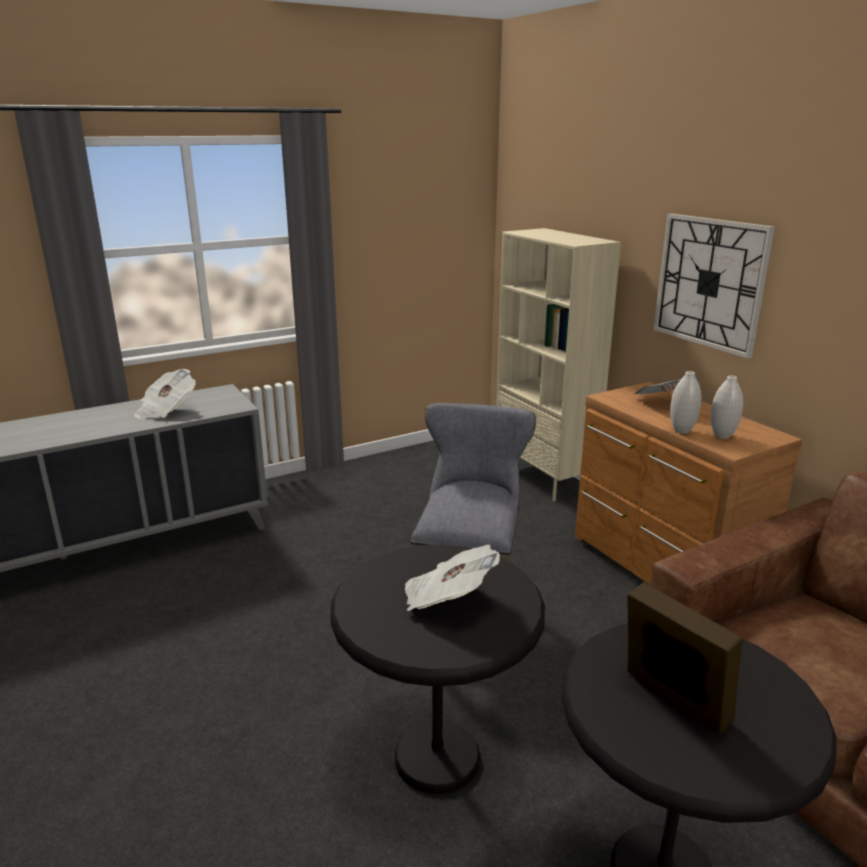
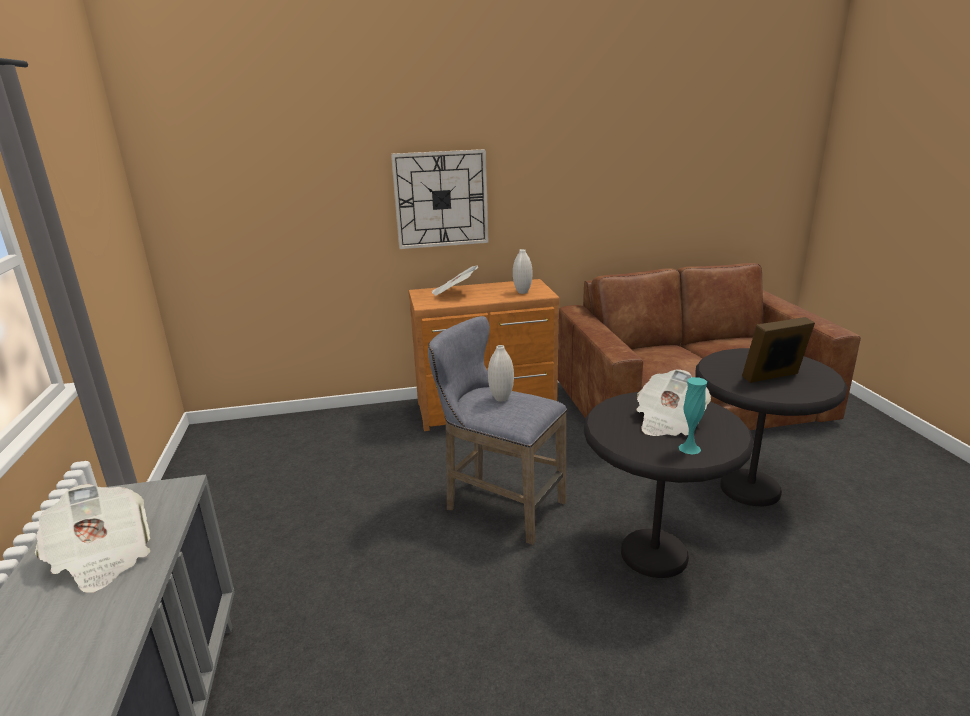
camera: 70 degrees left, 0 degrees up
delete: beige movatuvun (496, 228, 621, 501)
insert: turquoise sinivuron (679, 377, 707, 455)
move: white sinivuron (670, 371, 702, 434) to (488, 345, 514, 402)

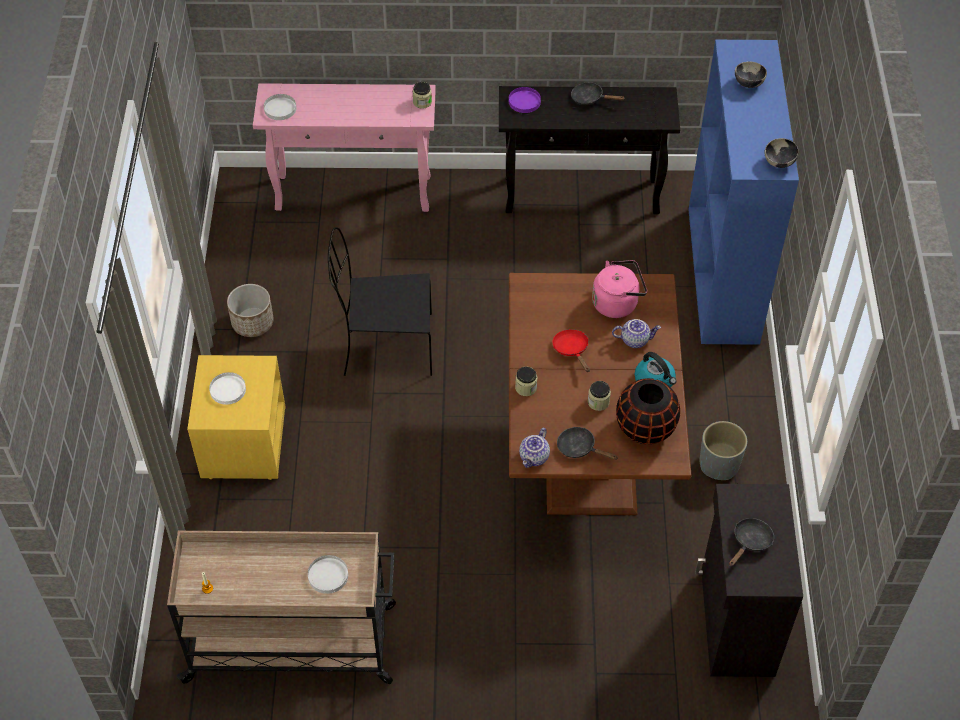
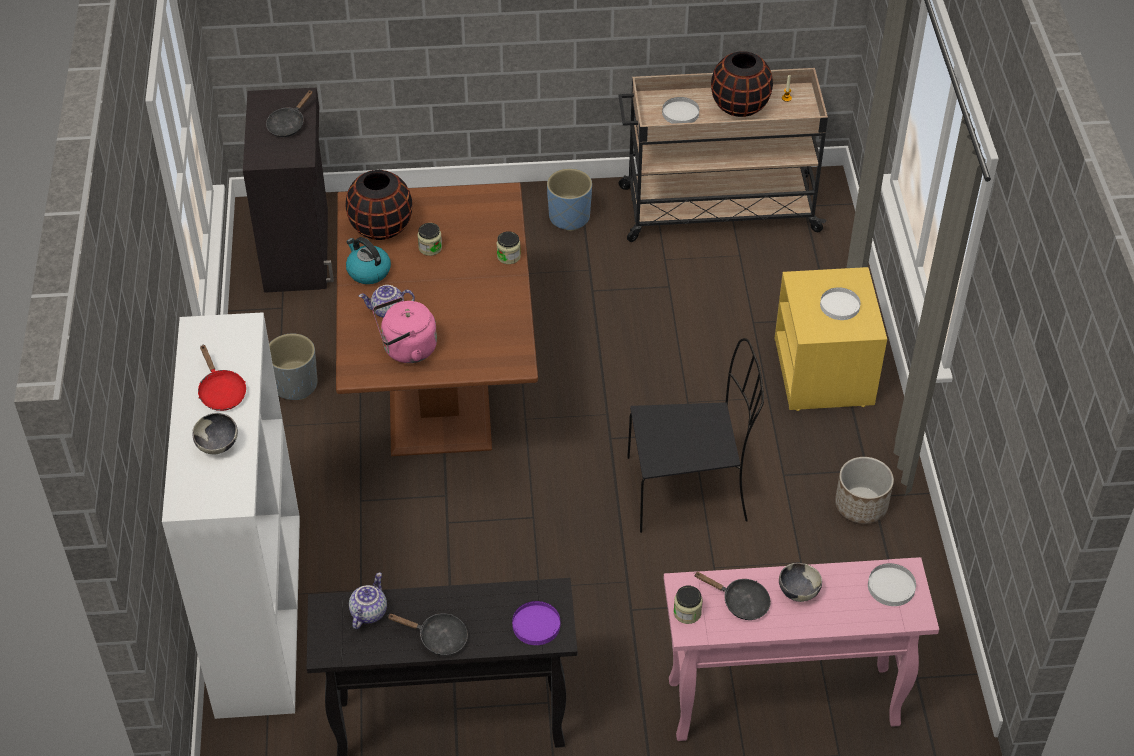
camera: 175 degrees right, 5 degrees down
insert: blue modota (547, 168, 592, 231); black sinivuron (711, 51, 773, 117)
move: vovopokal (519, 428, 550, 468) to (349, 572, 387, 629); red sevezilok (553, 329, 590, 372) to (198, 344, 246, 411); black sevezilok (557, 427, 618, 460) to (694, 572, 771, 620); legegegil (765, 138, 799, 168) to (779, 563, 822, 602)
recolor: blue movatuvun (688, 40, 799, 345) to white movatuvun (162, 312, 300, 719)

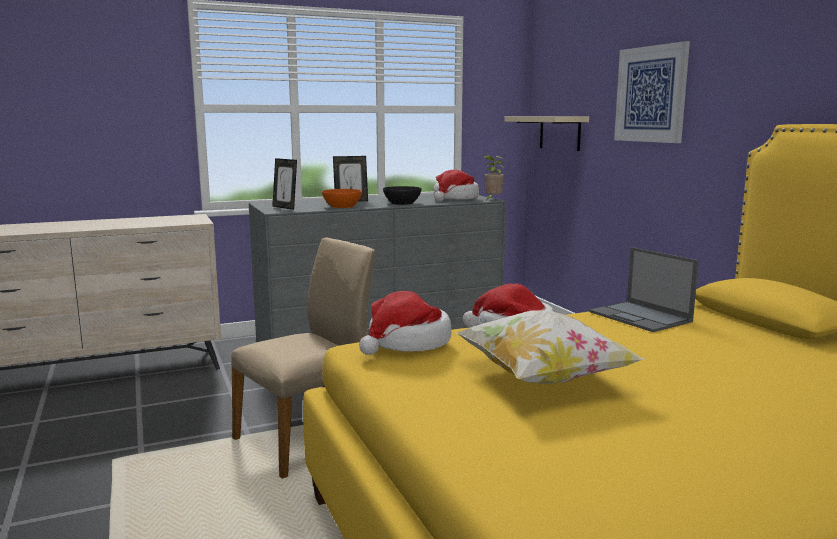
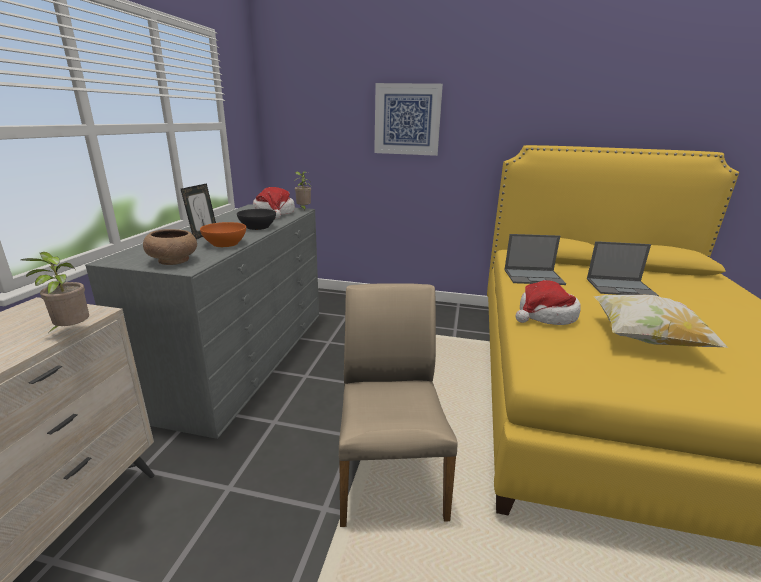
camera: 55 degrees left, 10 degrees up
delete: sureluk (359, 291, 452, 355); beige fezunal (504, 116, 589, 151)
insert: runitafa (21, 252, 89, 332); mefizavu (587, 241, 659, 296)
replace: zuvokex (272, 158, 297, 210) to brown legegegil (143, 229, 197, 265)

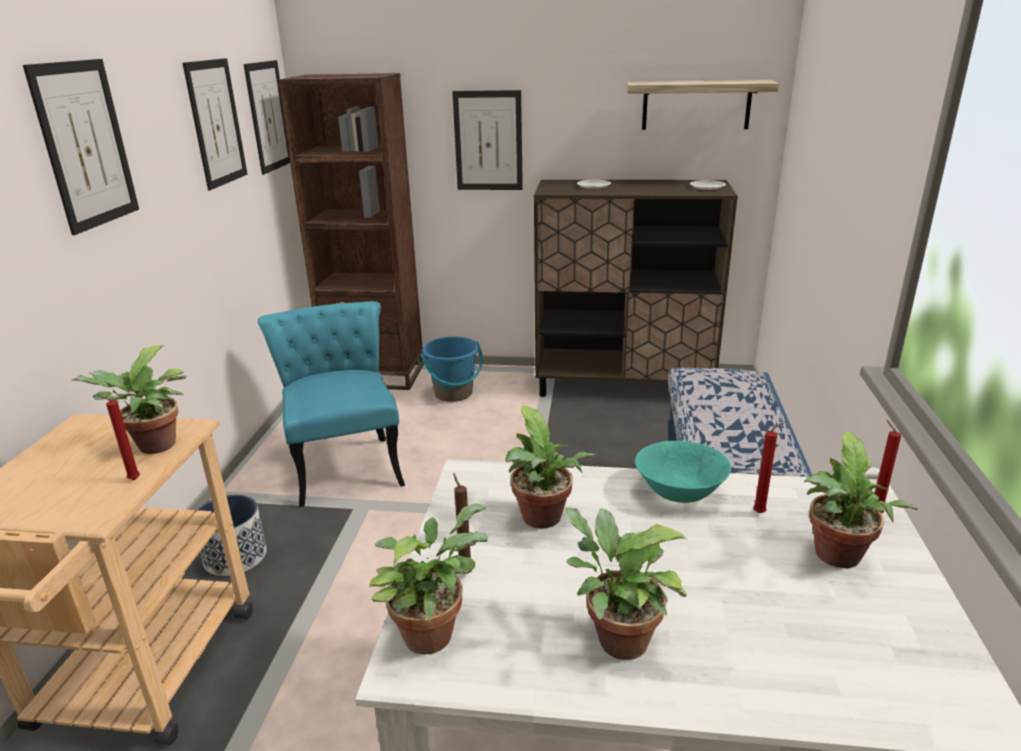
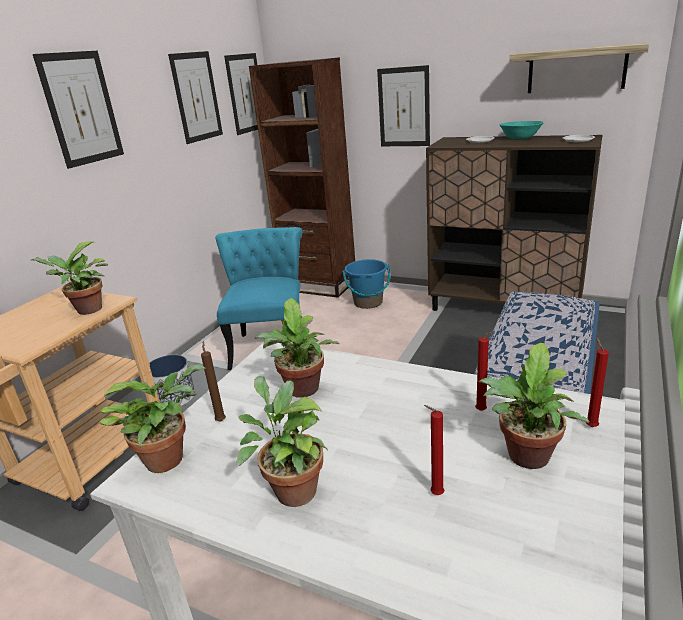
camera: 20 degrees right, 0 degrees up
move: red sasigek (97, 395, 140, 480) to (424, 405, 444, 495); turquoise legegegil (635, 441, 731, 503) to (499, 121, 543, 139)

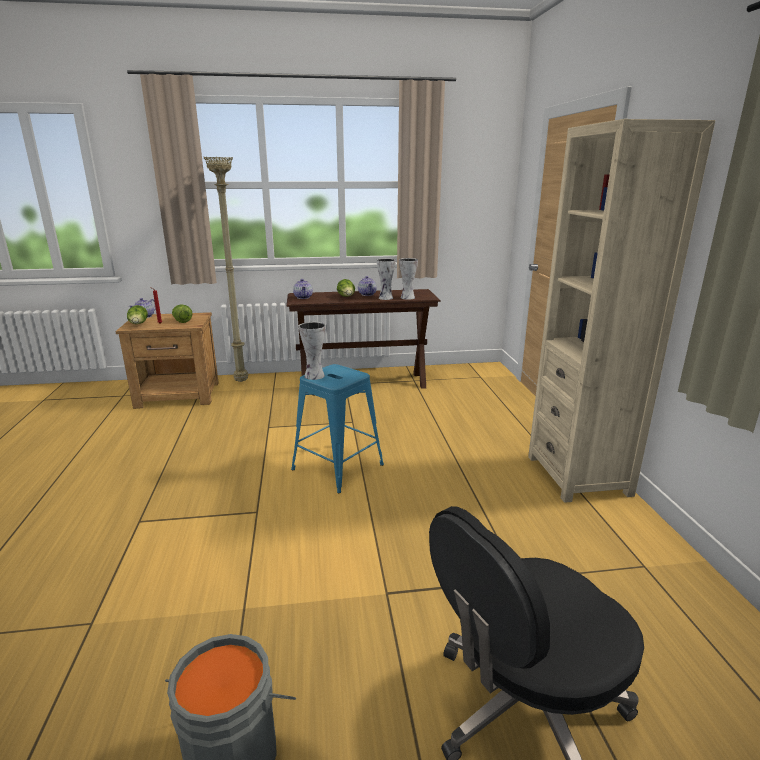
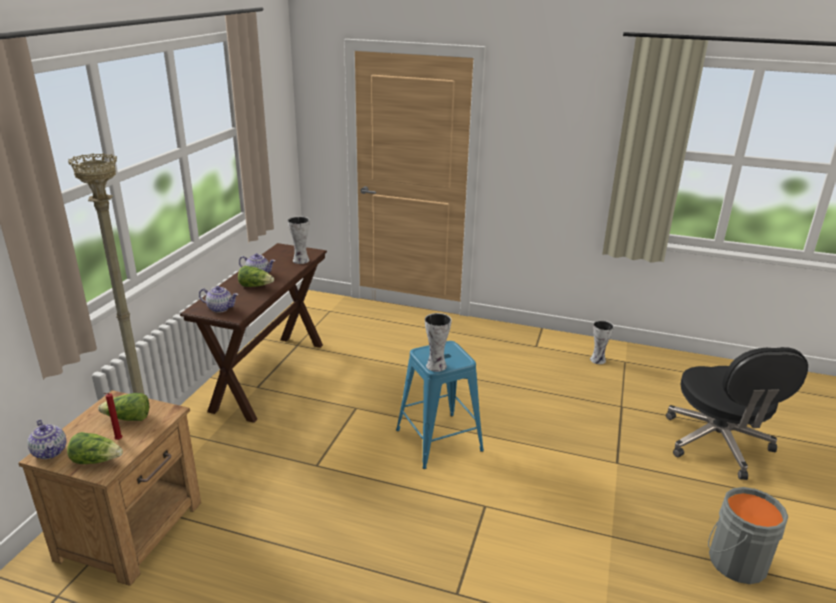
camera: 65 degrees left, 5 degrees up
delete: beige movatuvun (528, 119, 715, 503)
move: sinivuron (377, 258, 396, 300) to (590, 320, 614, 364)

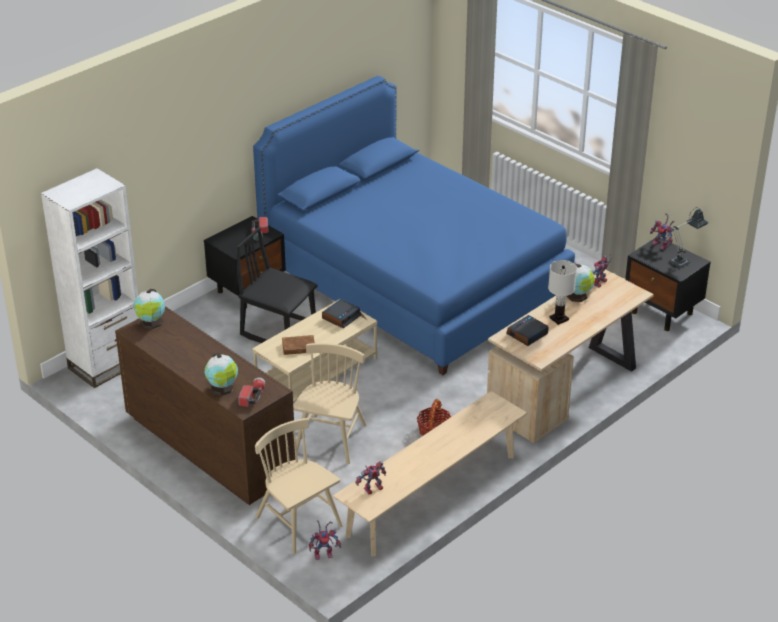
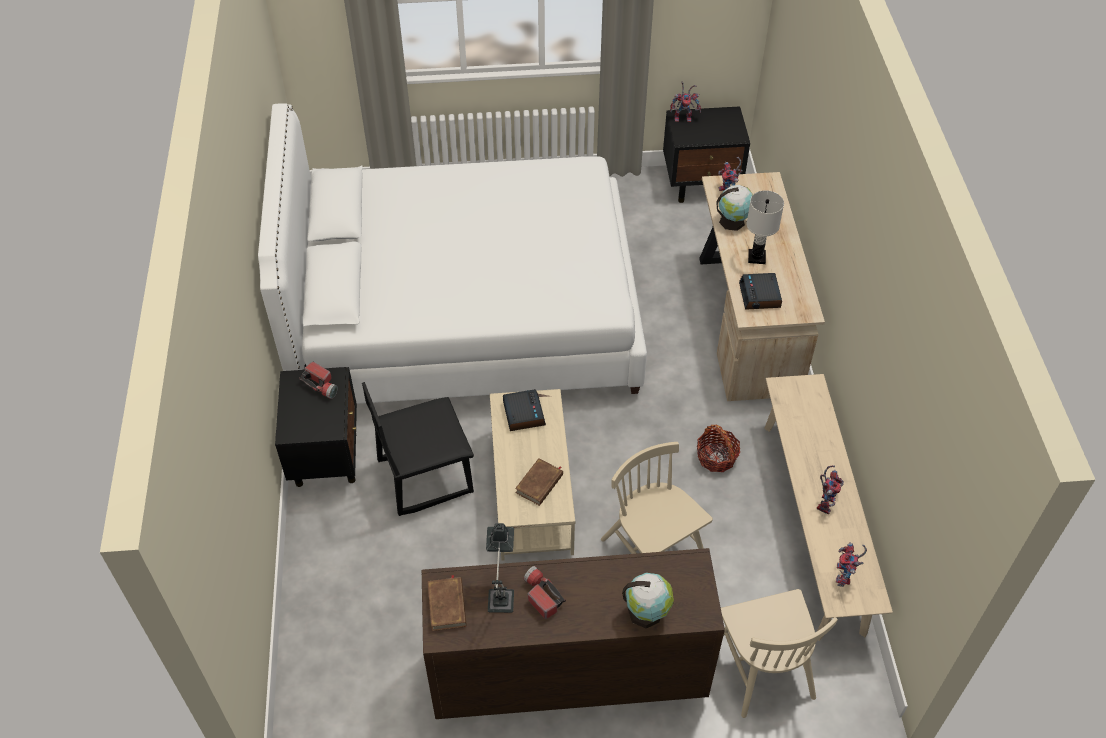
camera: 50 degrees left, 15 degrees up
delete: white movatuvun (41, 168, 139, 388)
move: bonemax (238, 377, 265, 407) to (524, 566, 566, 619); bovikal (309, 520, 341, 560) to (817, 465, 844, 515); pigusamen (669, 207, 708, 268) to (486, 523, 514, 613)
replace: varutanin (133, 289, 165, 330) to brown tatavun (428, 575, 467, 631)
recolor: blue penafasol (253, 76, 575, 375) to white penafasol (258, 103, 647, 404)
rotate: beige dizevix (255, 418, 343, 554) = (721, 589, 838, 718) 105 degrees counterclockwise

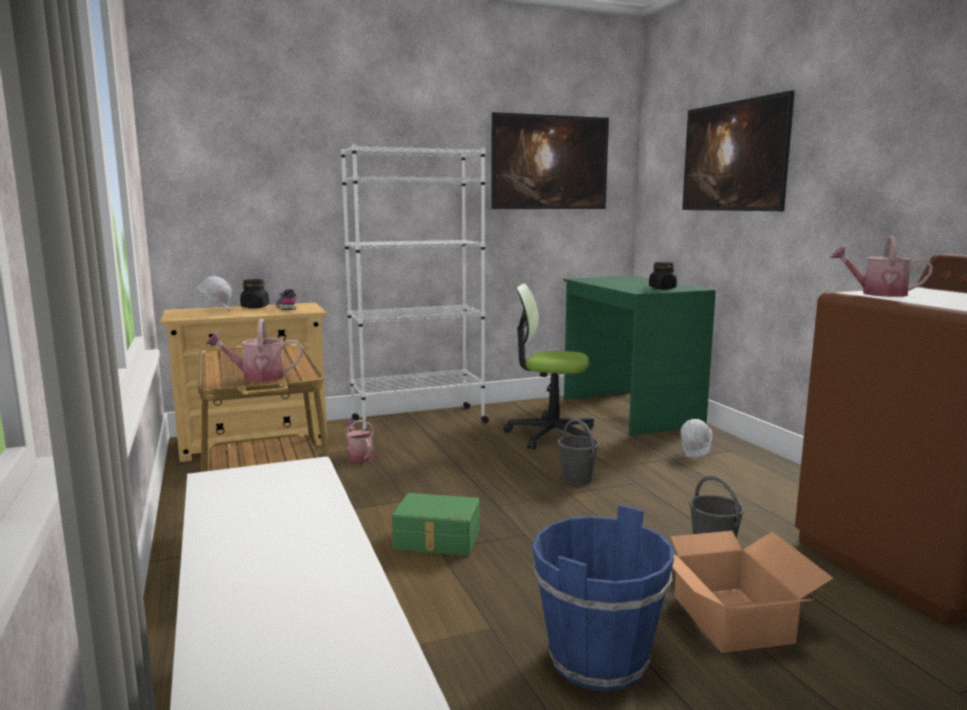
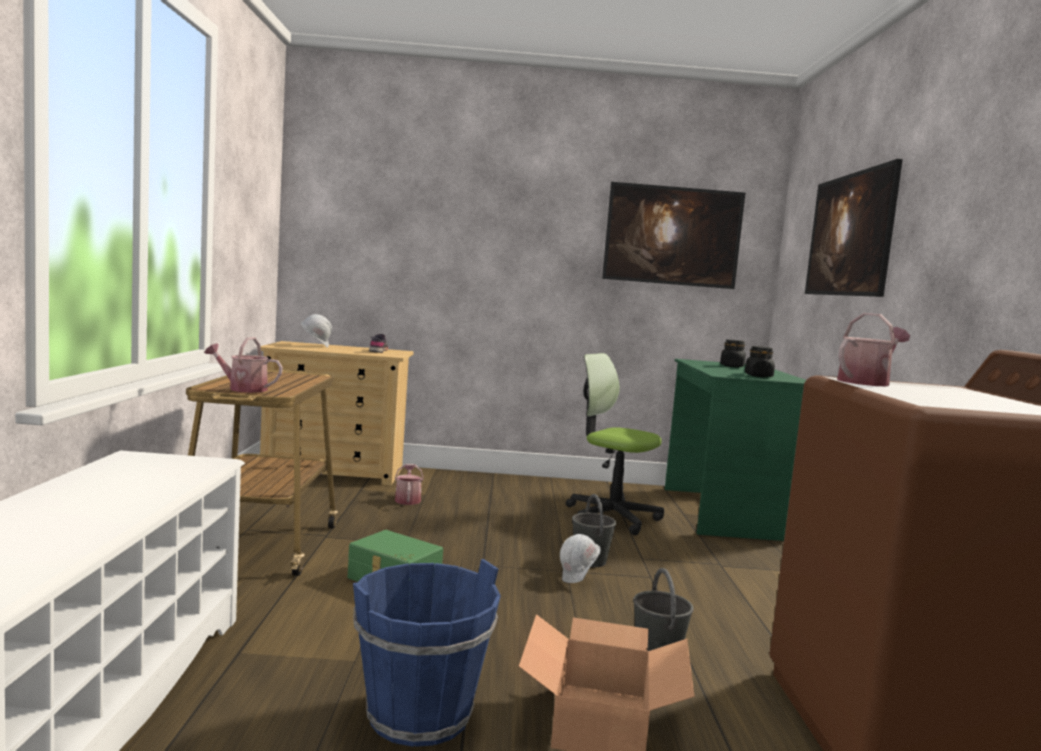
camera: 20 degrees right, 5 degrees down
delete: white movatuvun (341, 144, 489, 431)
move: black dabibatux (240, 279, 269, 308) to (720, 339, 746, 367); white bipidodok (680, 419, 713, 457) to (560, 534, 601, 583)
rotate: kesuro (830, 236, 933, 297) = (837, 313, 910, 387) 105 degrees clockwise

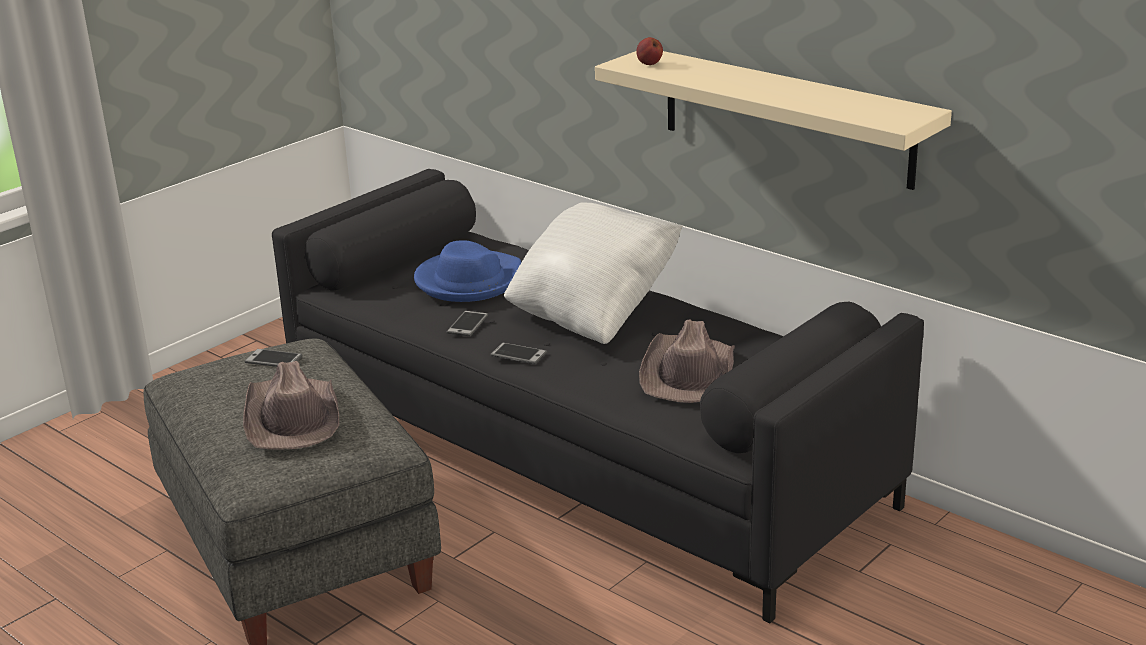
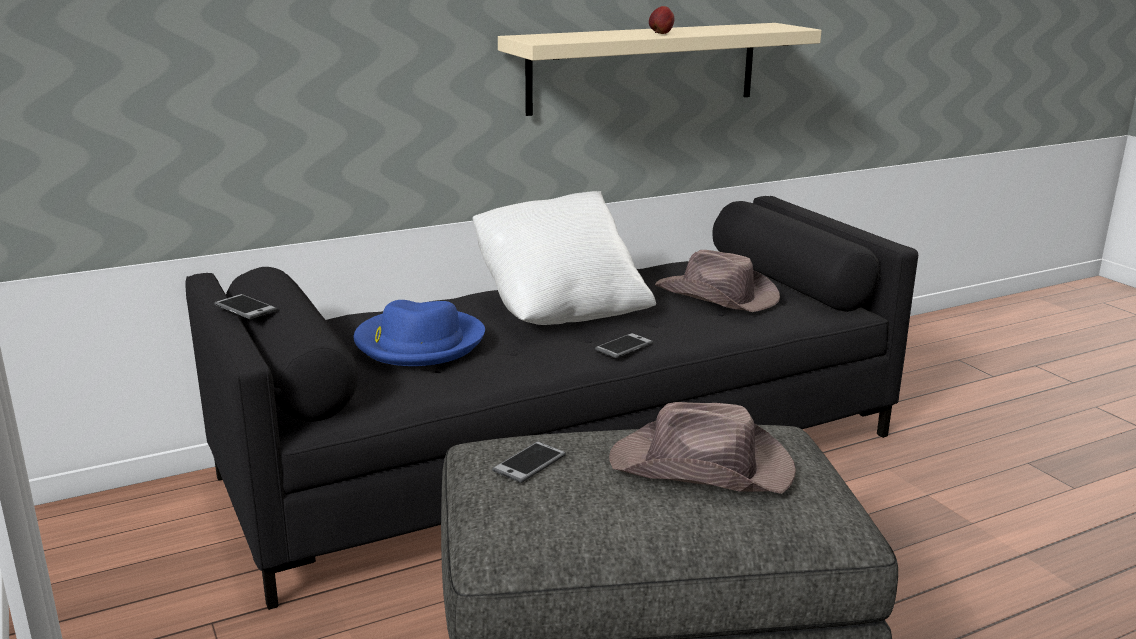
camera: 70 degrees left, 5 degrees down
move: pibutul (446, 311, 488, 336) to (214, 294, 277, 319); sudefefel (636, 37, 663, 65) to (649, 6, 675, 34)

